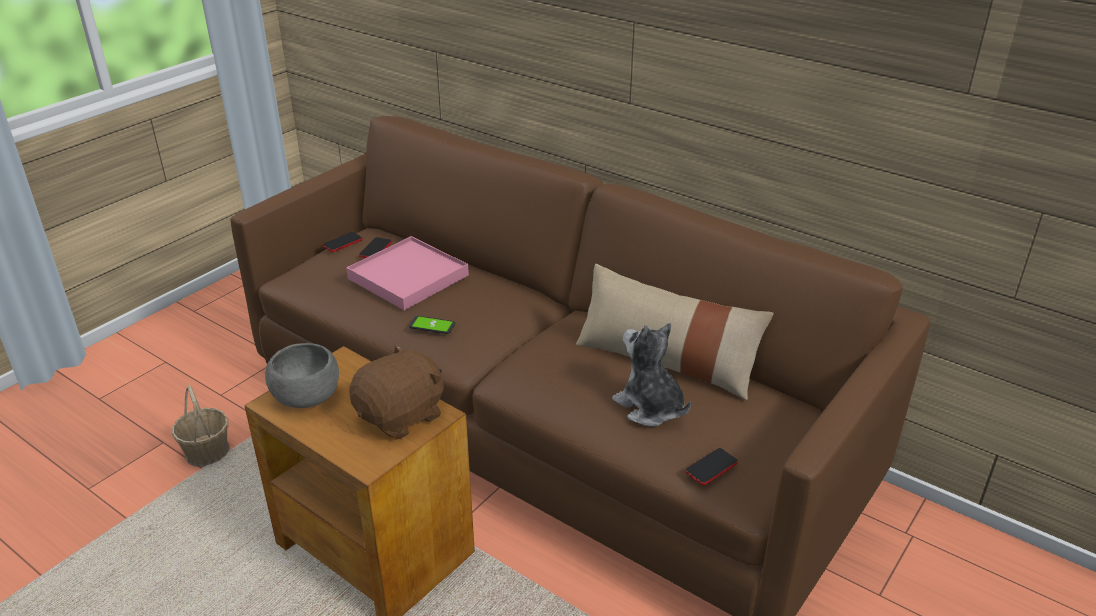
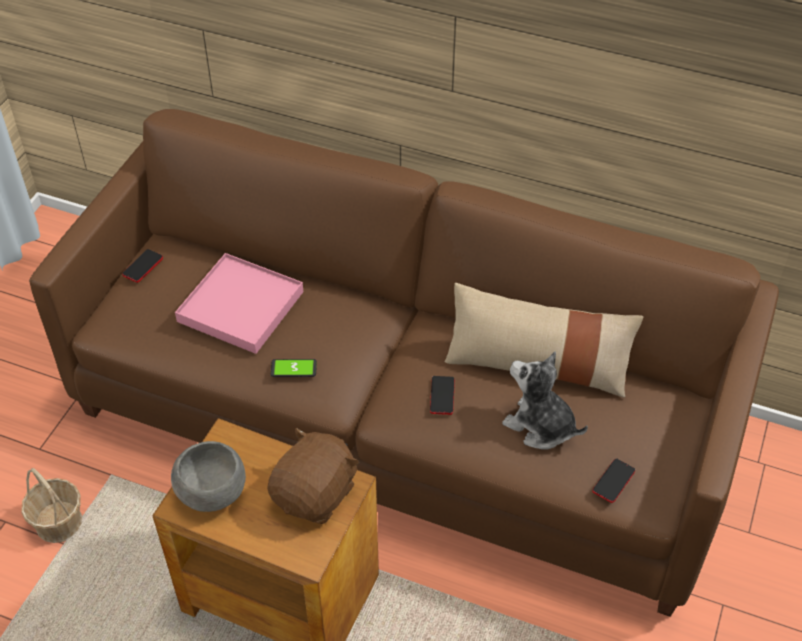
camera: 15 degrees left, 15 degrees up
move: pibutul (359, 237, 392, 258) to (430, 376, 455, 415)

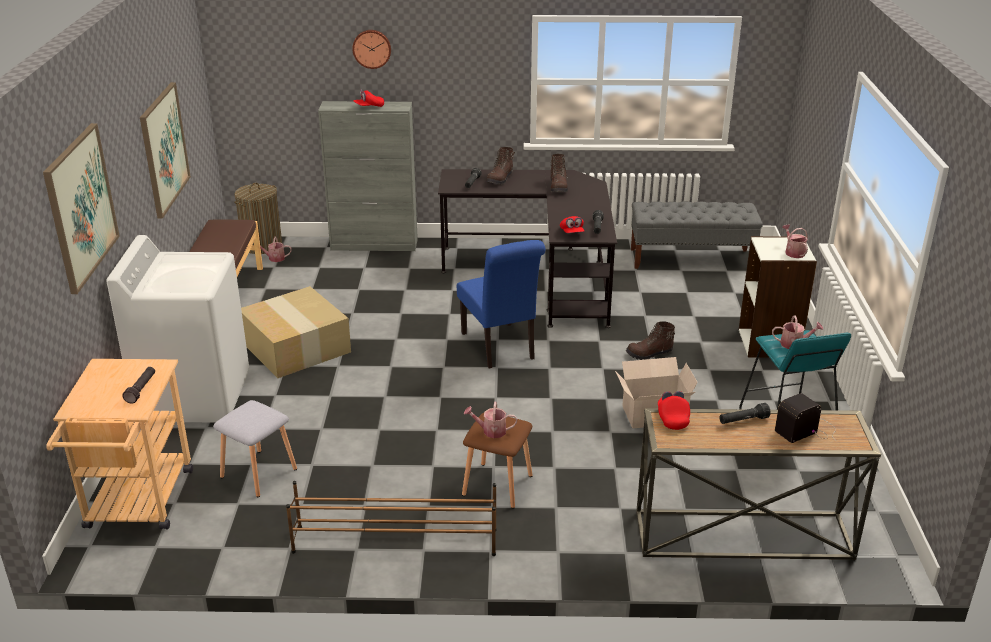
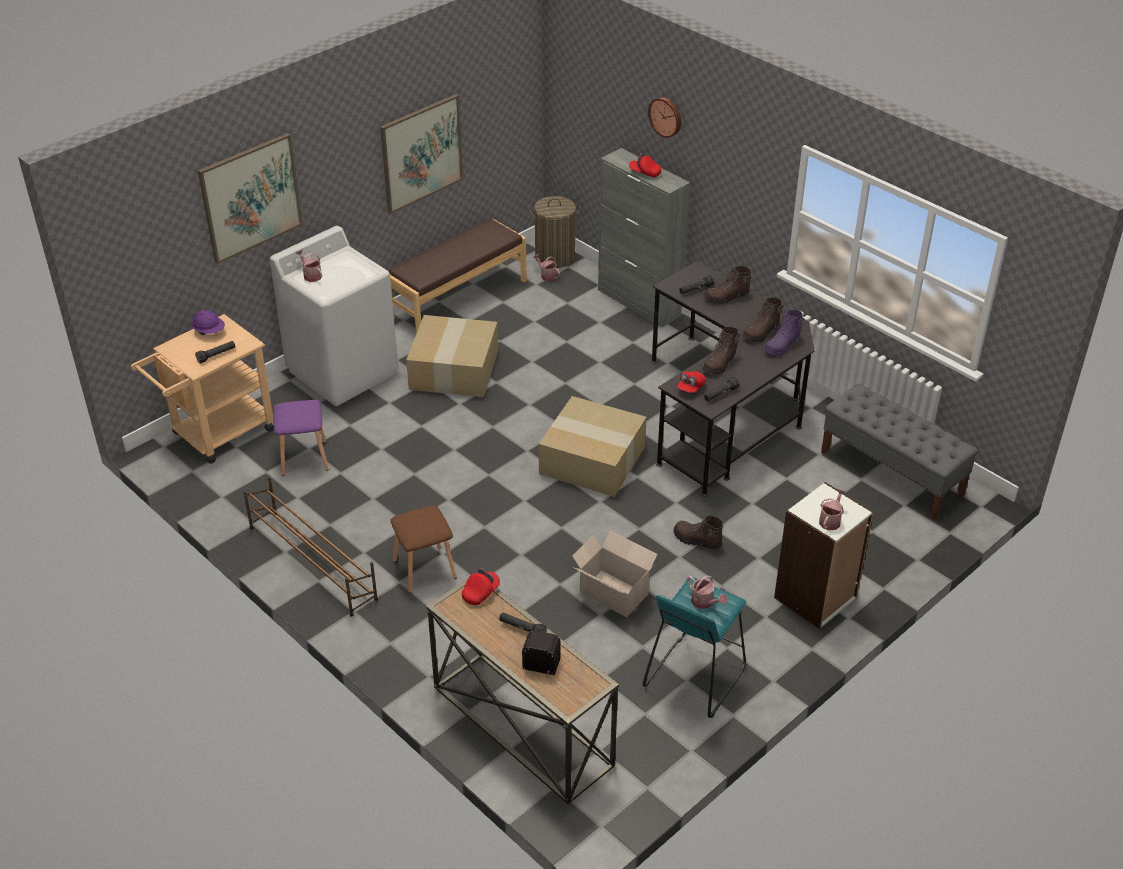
camera: 45 degrees right, 10 degrees up
insert: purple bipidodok (192, 310, 225, 335); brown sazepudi (702, 327, 740, 375); purple sazepudi (764, 310, 804, 356)
move: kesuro (464, 402, 518, 438) to (296, 250, 322, 282)
replace: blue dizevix (457, 240, 545, 369) to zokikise (539, 396, 647, 497)
recolor: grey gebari (213, 400, 297, 497) to purple gebari (273, 400, 329, 476)

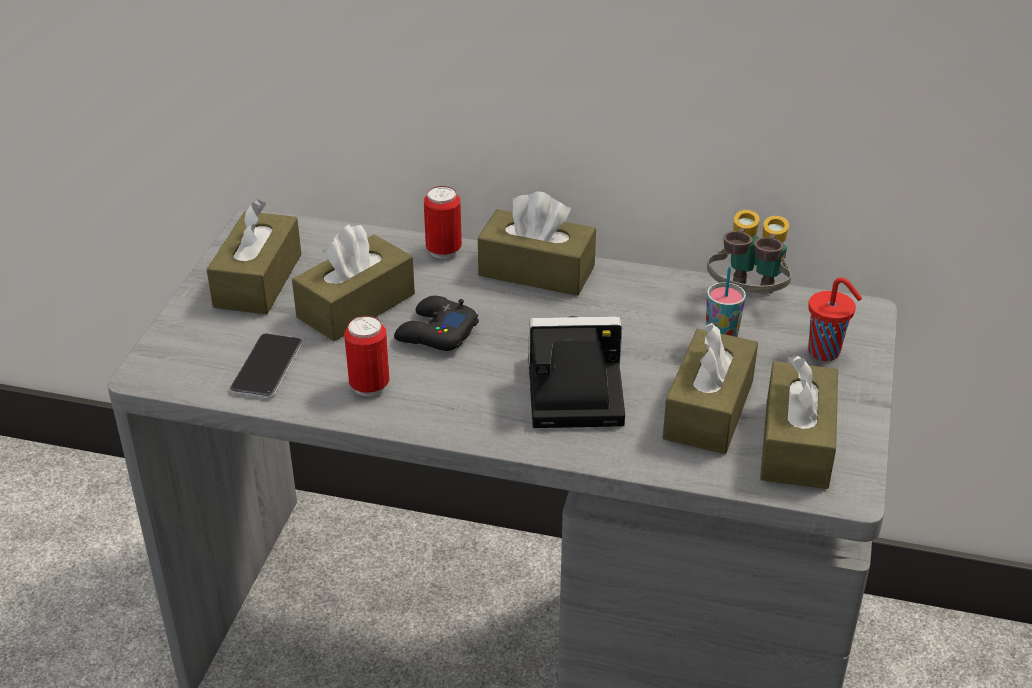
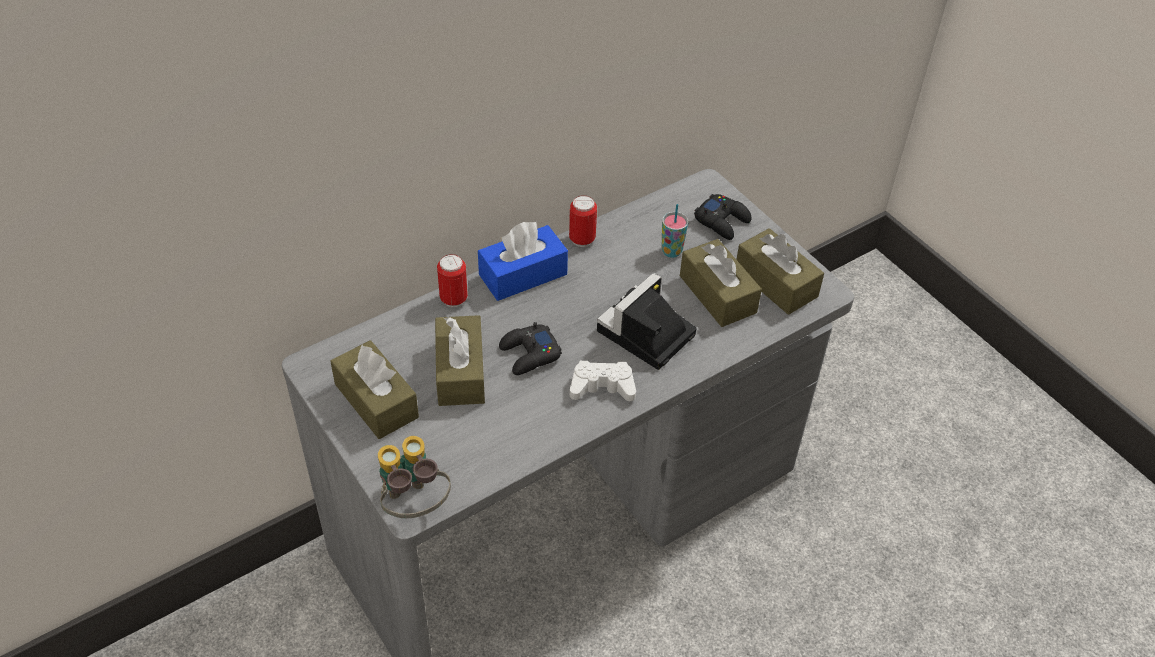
camera: 50 degrees left, 10 degrees up
delete: pibutul (229, 333, 303, 399)
insert: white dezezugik (570, 361, 636, 401)
move: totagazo (344, 316, 390, 397) to (569, 195, 597, 247); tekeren (707, 210, 791, 293) to (378, 436, 451, 518)
replace: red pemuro (808, 277, 862, 361) to black dezezugik (694, 194, 751, 240)
recolor: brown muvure (478, 191, 596, 296) to blue muvure (478, 222, 568, 301)

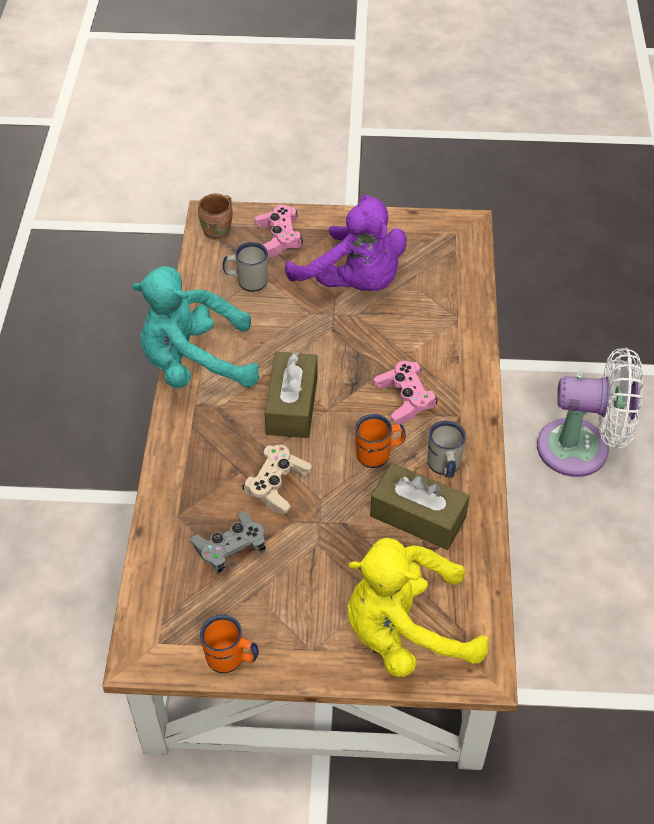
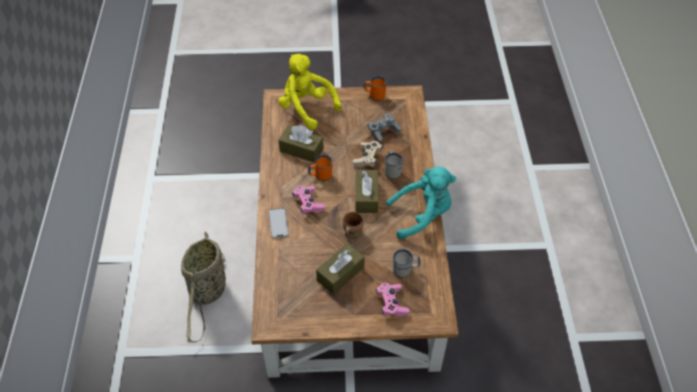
camera: 175 degrees right, 0 degrees up
insert: pibutul (269, 208, 289, 238)
move: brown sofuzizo (198, 193, 233, 240) to (343, 212, 364, 239); white sofuzizo (427, 421, 466, 478) to (385, 151, 403, 179)
replace: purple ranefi (285, 195, 407, 291) to brown muvure (316, 243, 365, 294); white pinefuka (537, 348, 643, 477) to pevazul (181, 232, 226, 343)
rotate: yellow ranefi (347, 538, 488, 677) = (278, 54, 342, 130) 120 degrees counterclockwise

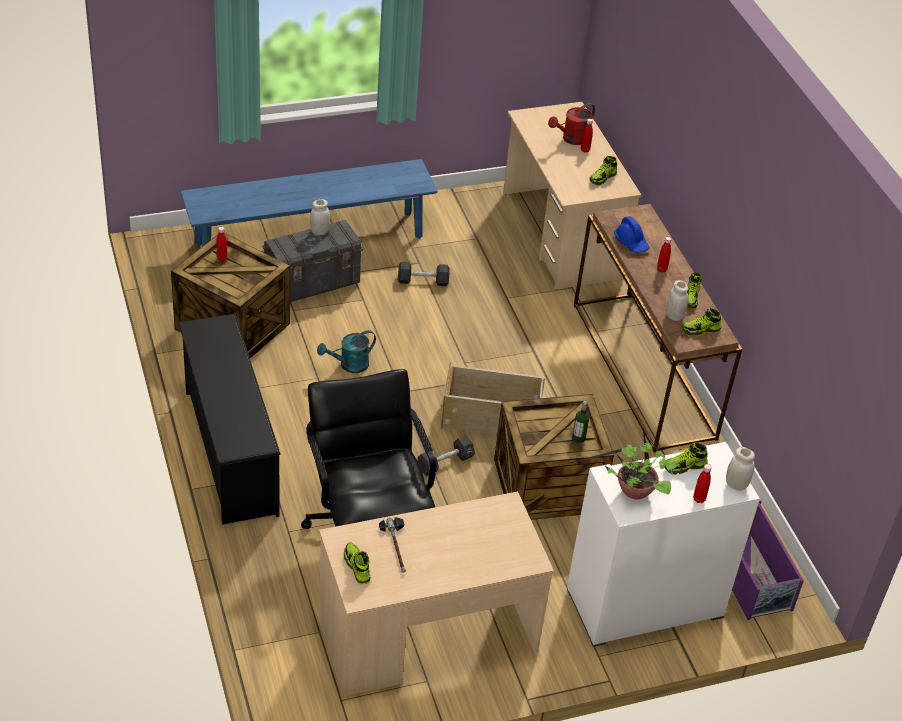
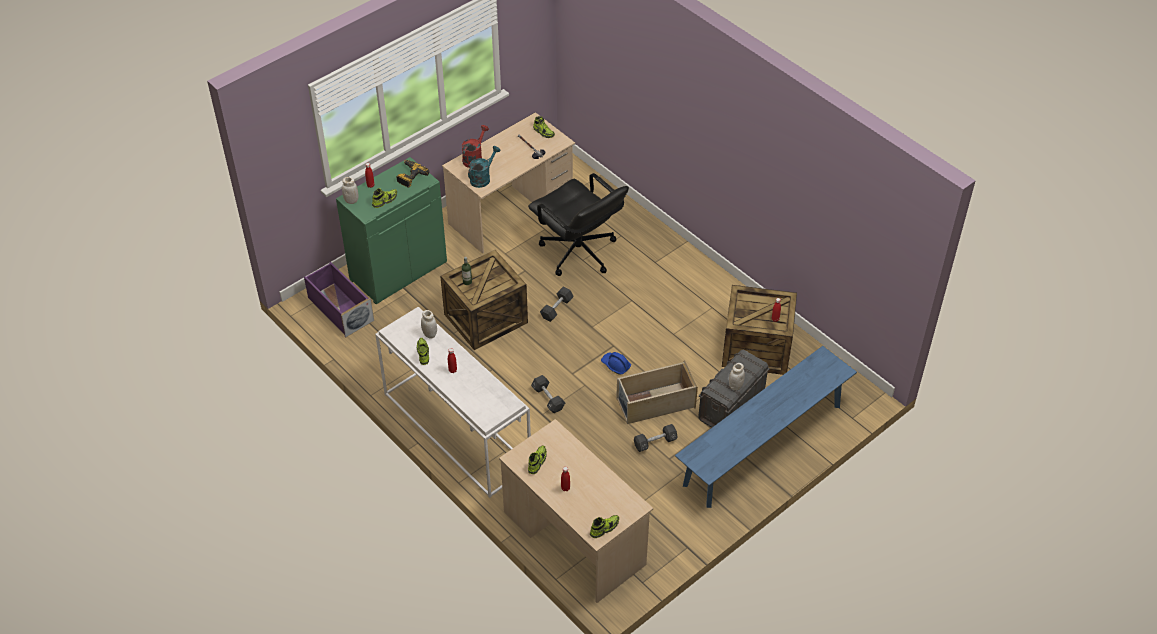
camera: 160 degrees right, 5 degrees up
delete: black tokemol (179, 314, 281, 525)
insert: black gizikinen (531, 375, 565, 413)
move: turquoise kesuro (317, 330, 376, 373) to (468, 146, 500, 188); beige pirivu (441, 362, 545, 434) to (616, 360, 698, 424); red kesuro (548, 103, 595, 145) to (462, 125, 489, 168); blue bipidodok (614, 216, 650, 253) to (601, 352, 631, 375); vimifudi (681, 308, 721, 336) to (590, 515, 619, 538)
replace: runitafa (559, 429, 677, 500) to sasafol (397, 160, 429, 188)
recolor: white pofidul (567, 442, 760, 647) to green pofidul (336, 157, 447, 304); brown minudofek (574, 204, 742, 452) to white minudofek (375, 307, 531, 498)

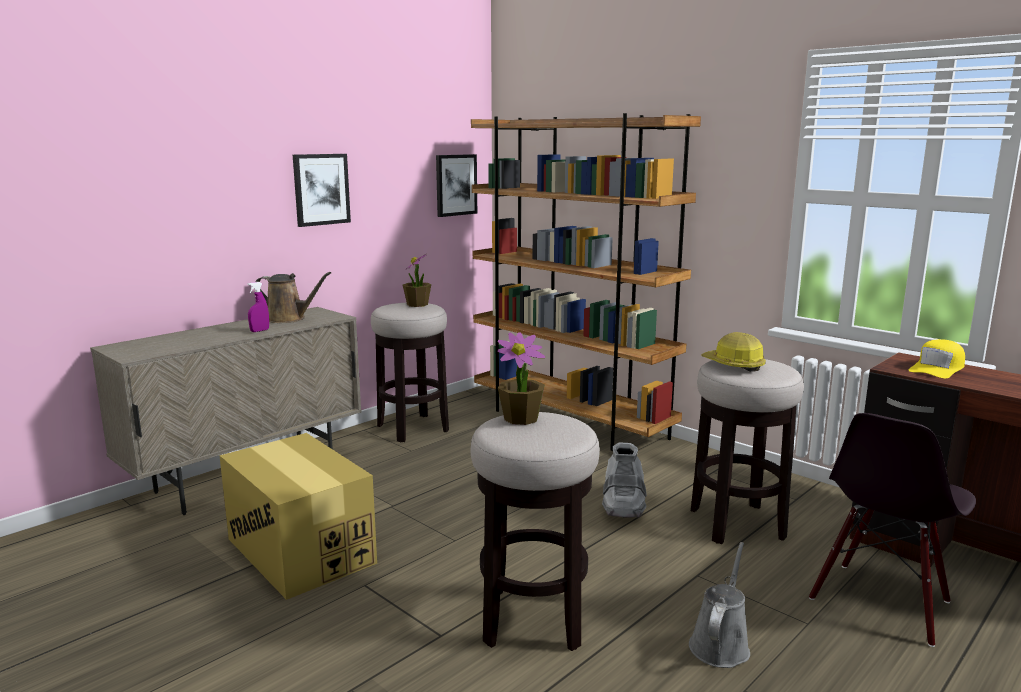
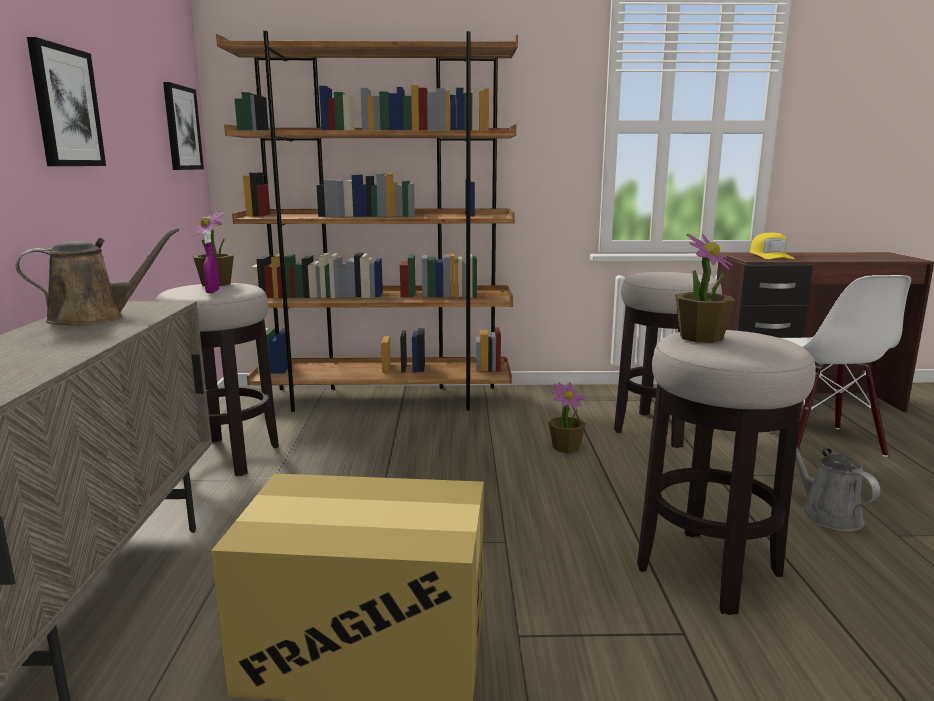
camera: 45 degrees left, 0 degrees up
delete: bipidodok (701, 332, 766, 372)
move: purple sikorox (247, 282, 269, 332) to (202, 229, 219, 293)
replace: grey sazepudi (602, 442, 647, 517) to runitafa (549, 382, 586, 453)
recolor: black dizevix (809, 413, 976, 647) to white dizevix (782, 275, 911, 457)

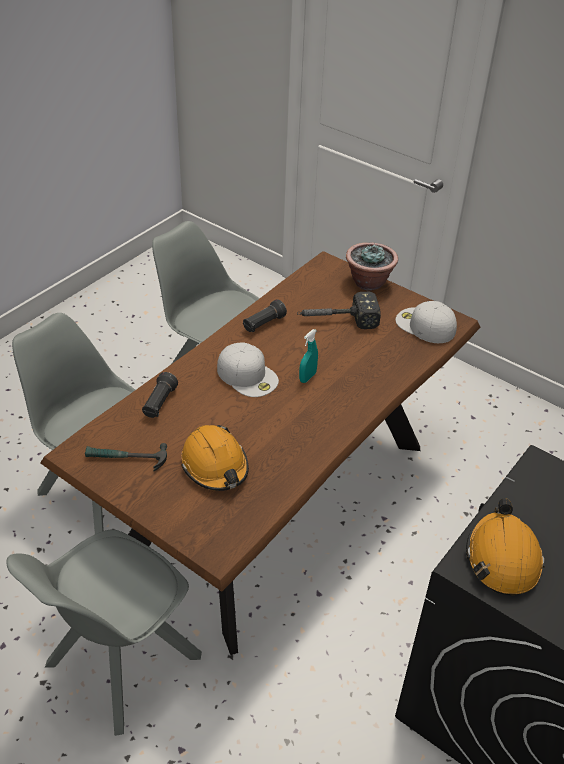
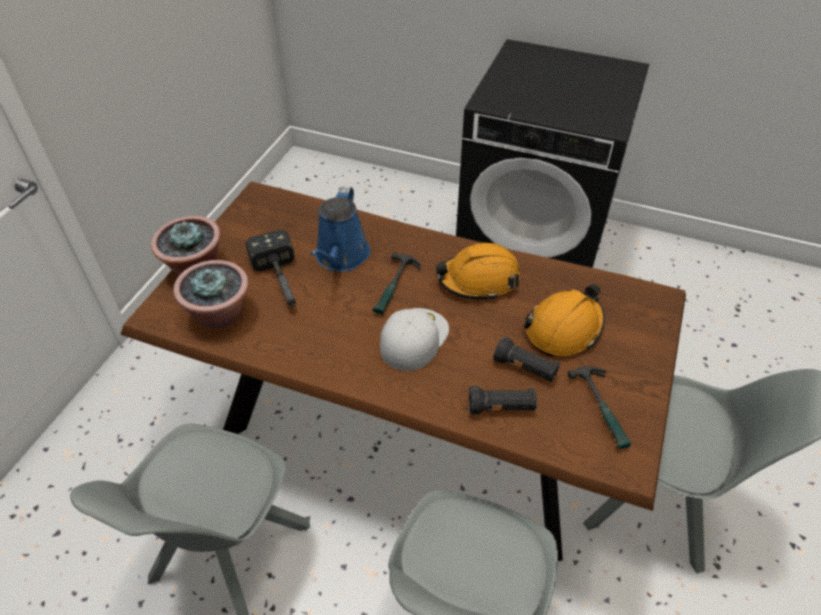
camera: 105 degrees left, 5 degrees up
delete: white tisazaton (395, 301, 457, 343)
insert: runitafa (173, 260, 249, 329); blue kesuro (310, 186, 370, 271)
move: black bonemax (243, 299, 287, 332) to (493, 337, 559, 382); orange bipidodok (466, 498, 545, 595) to (435, 243, 520, 301)
replace: turquoise sikorox (299, 329, 318, 383) to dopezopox (372, 252, 421, 315)

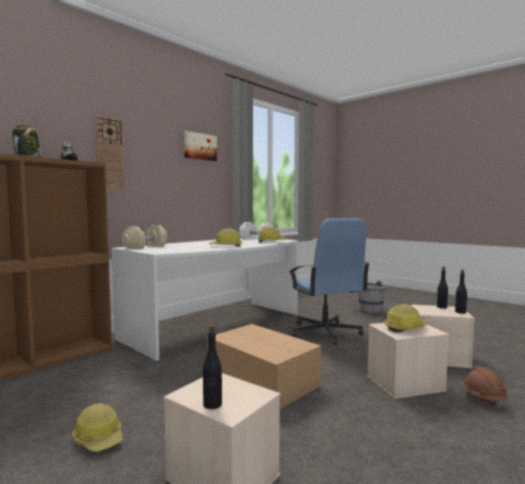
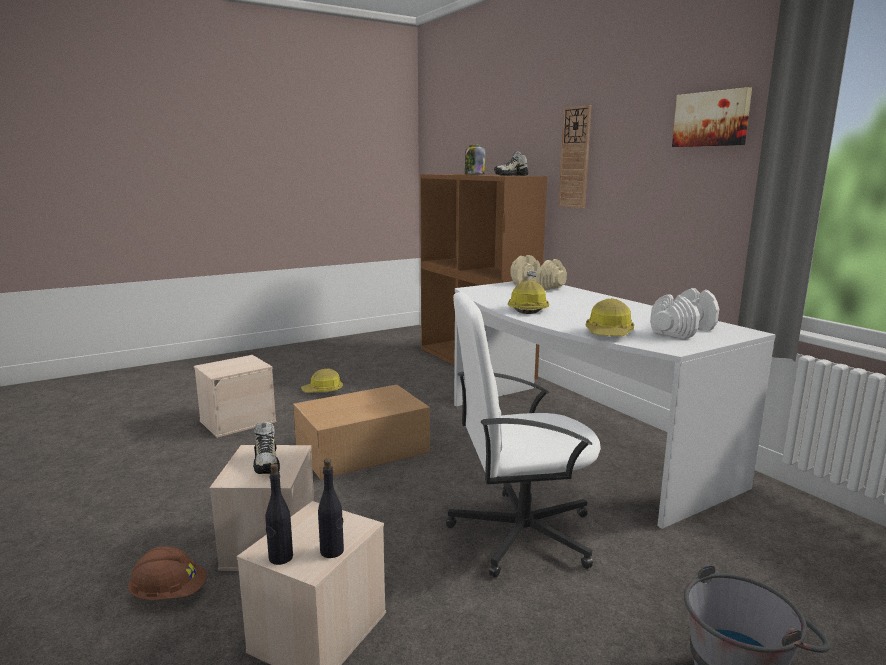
camera: 105 degrees right, 10 degrees up
delete: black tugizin (203, 325, 222, 409)
replace: bipidodok (385, 304, 428, 332) to vimifudi (253, 422, 280, 474)
recolor: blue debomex (290, 218, 370, 345) to white debomex (446, 292, 601, 577)

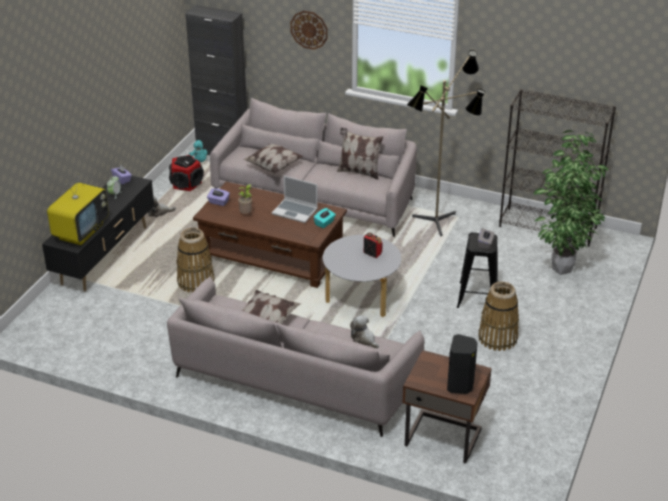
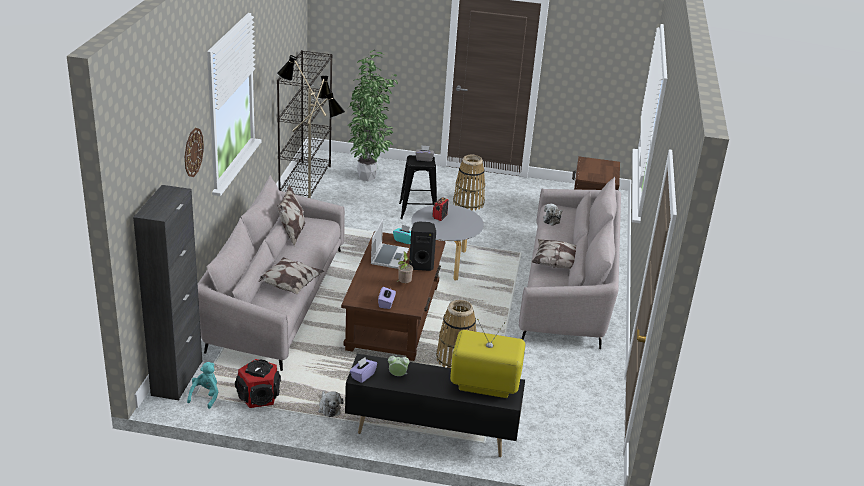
camera: 105 degrees left, 5 degrees down
move: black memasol (447, 334, 478, 394) to (409, 221, 436, 271)

